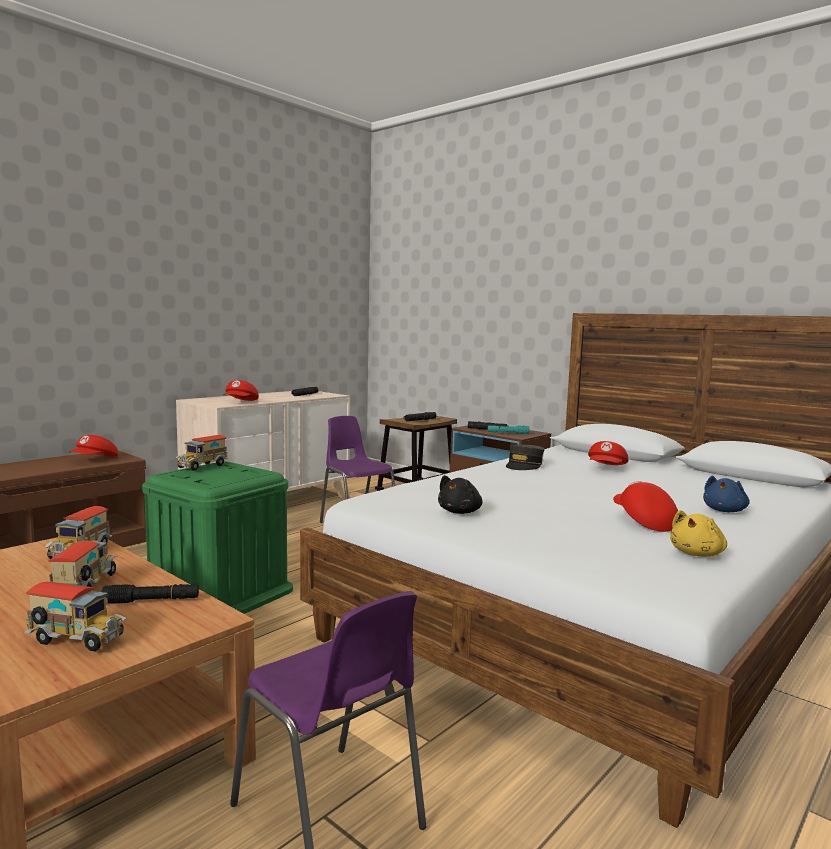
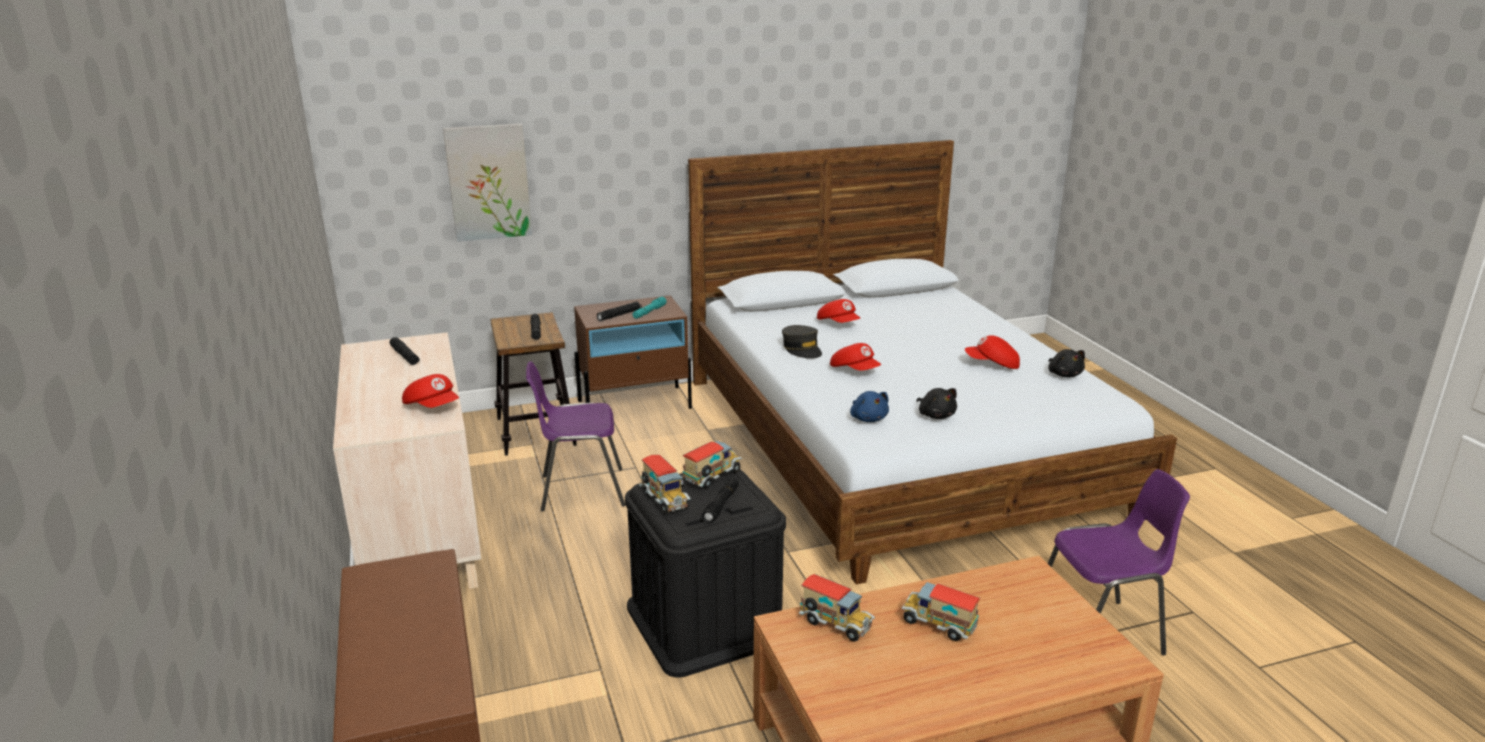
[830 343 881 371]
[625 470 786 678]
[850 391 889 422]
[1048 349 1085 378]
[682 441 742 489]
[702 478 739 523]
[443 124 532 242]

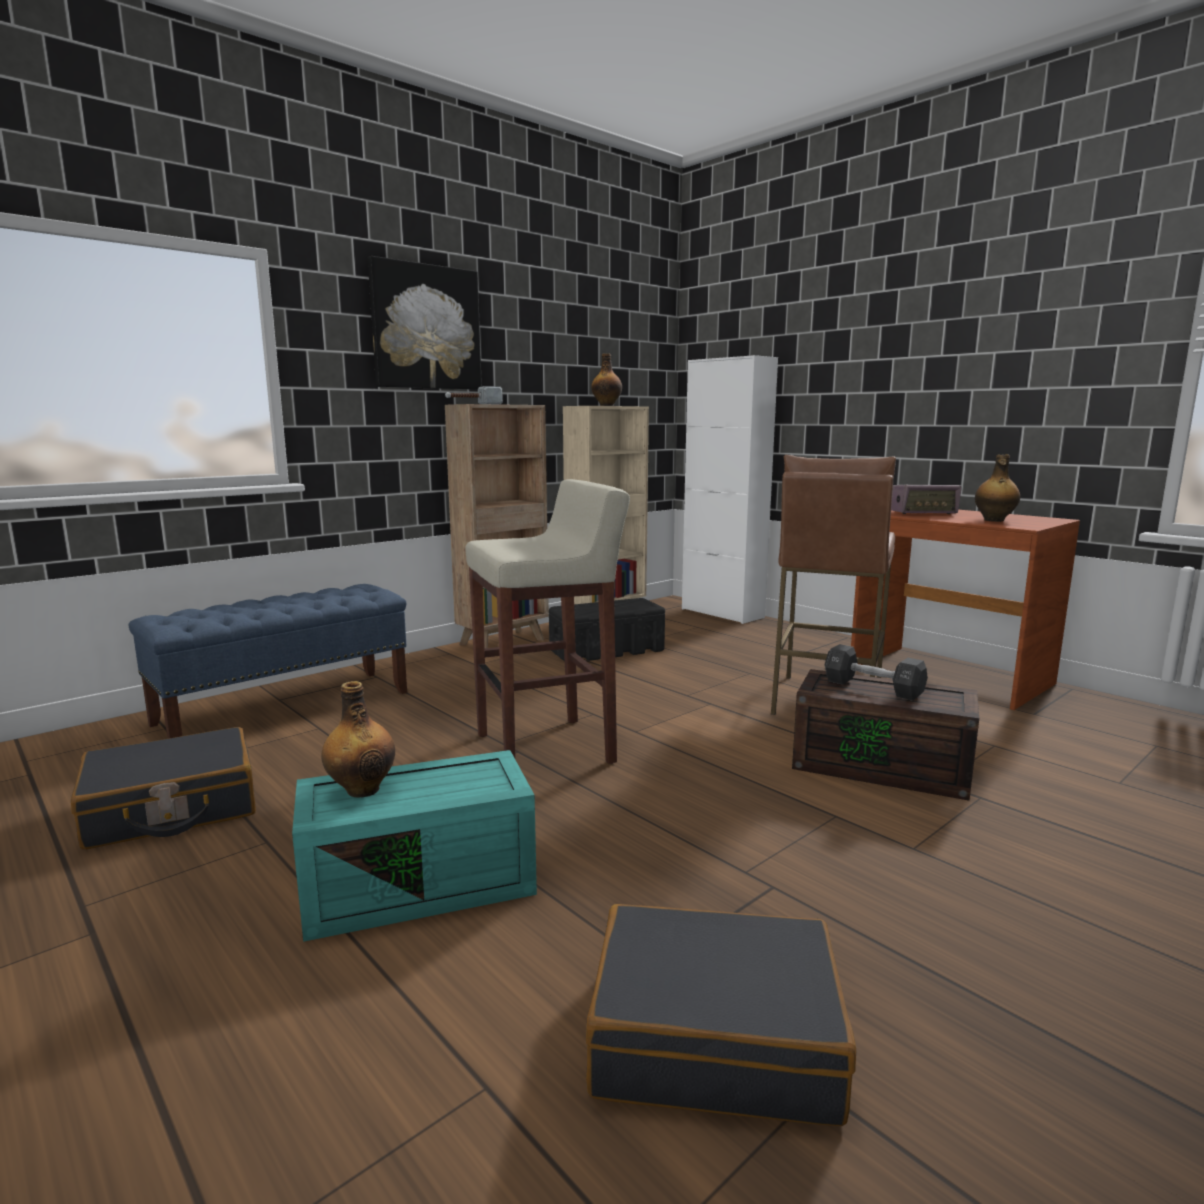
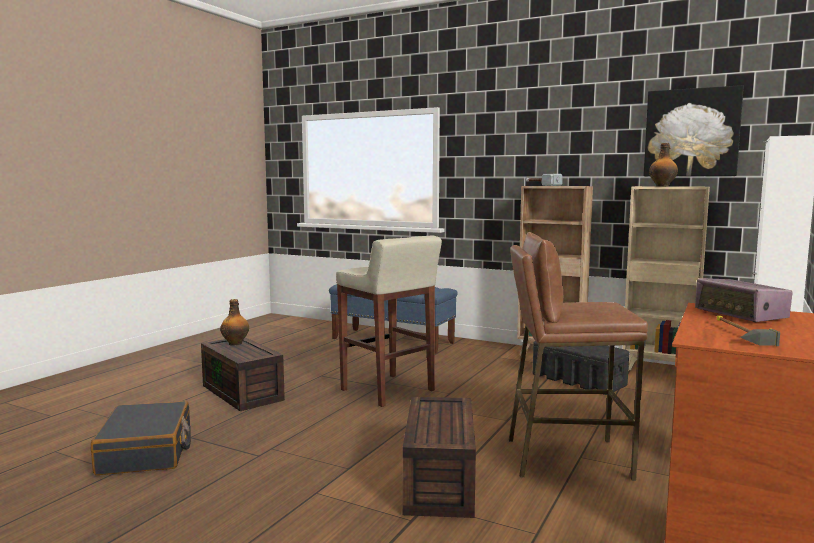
[644 85 744 176]
[716 316 780 346]
[824 644 928 701] (first image)
[71 727 256 850] (first image)
[201 337 285 411]

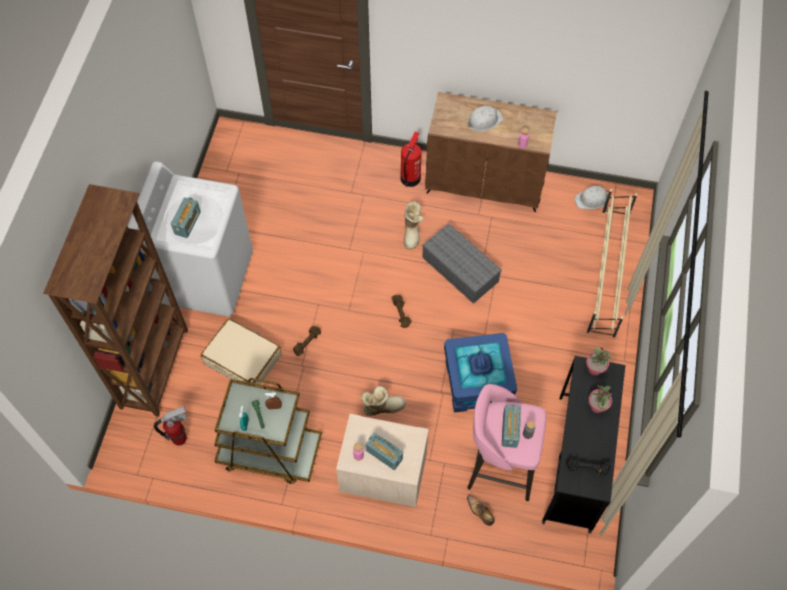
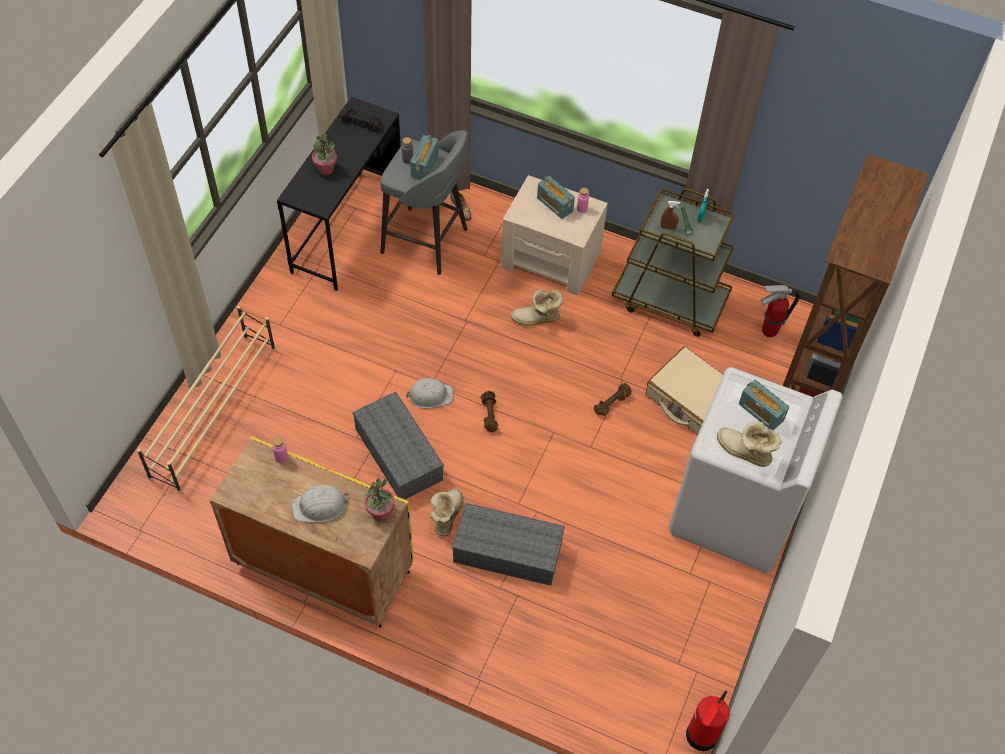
[210 436 413 628]
[686 690 730 751]
[406 378 454 409]
[739 380 789 431]
[444 333 517 412] (first image)
[364 478 395 521]
[380 130 468 275]
[717 421 781 467]
[452 503 565 586]

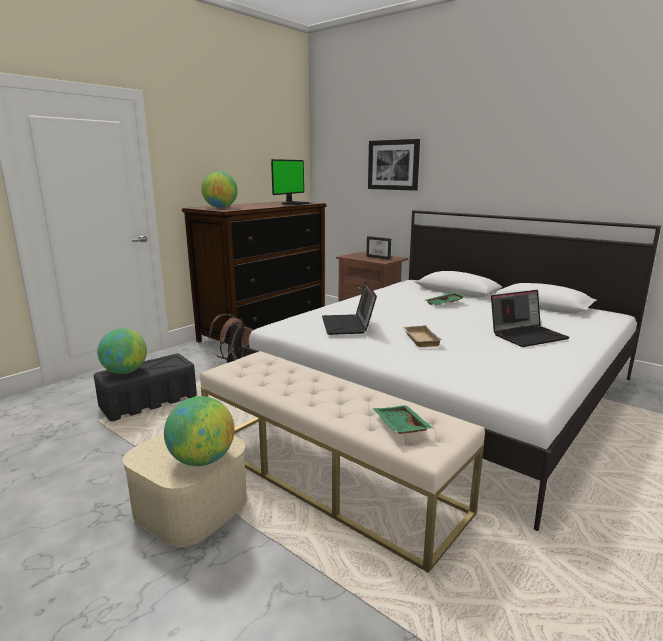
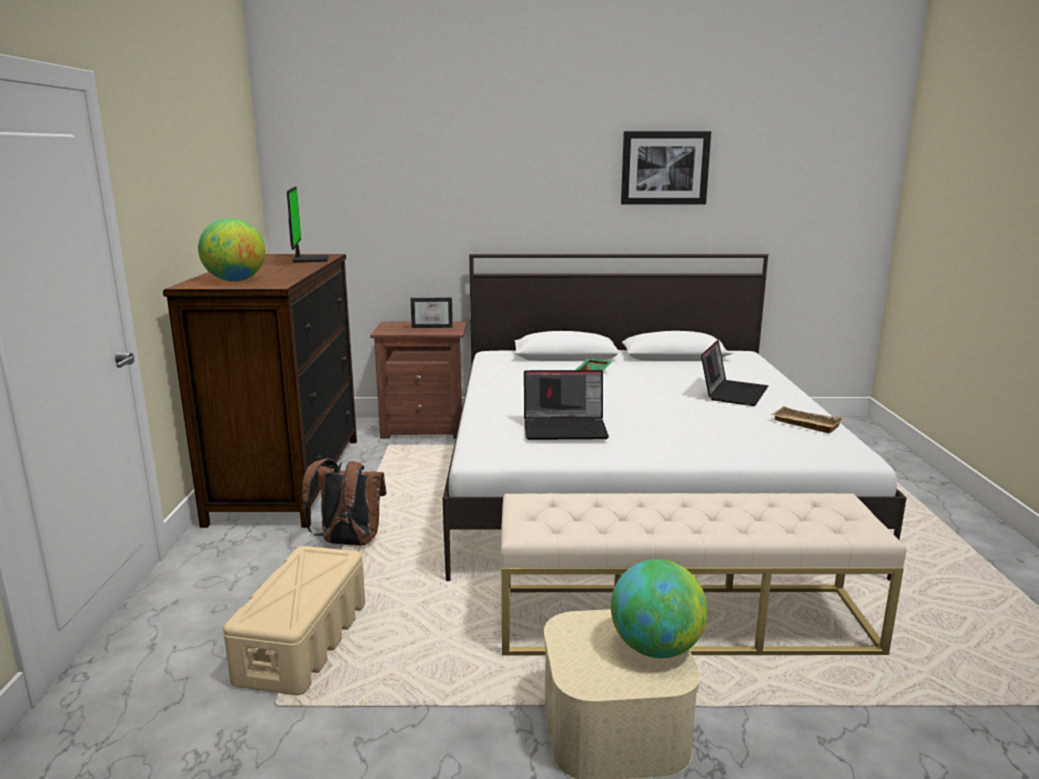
[621 131 711 204]
[524 370 609 440]
[771 406 843 433]
[97 328 147 374] (first image)
[223 546 365 695]
[373 405 433 434] (first image)

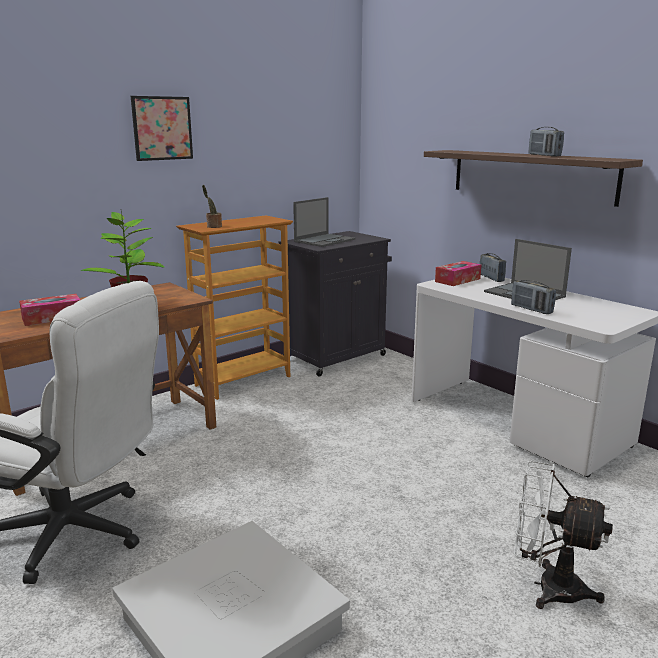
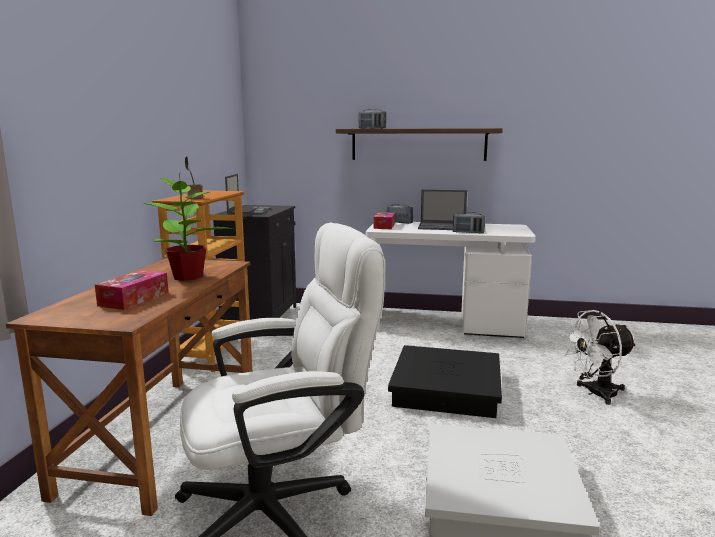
[131 96 193 161] (first image)
[358 109 386 129]
[388 345 502 418]

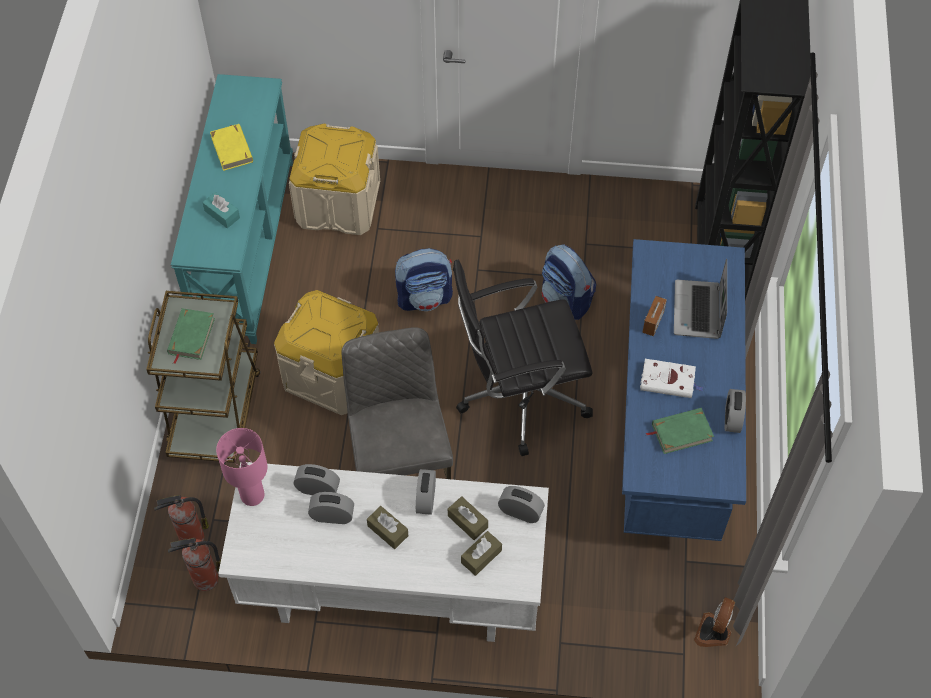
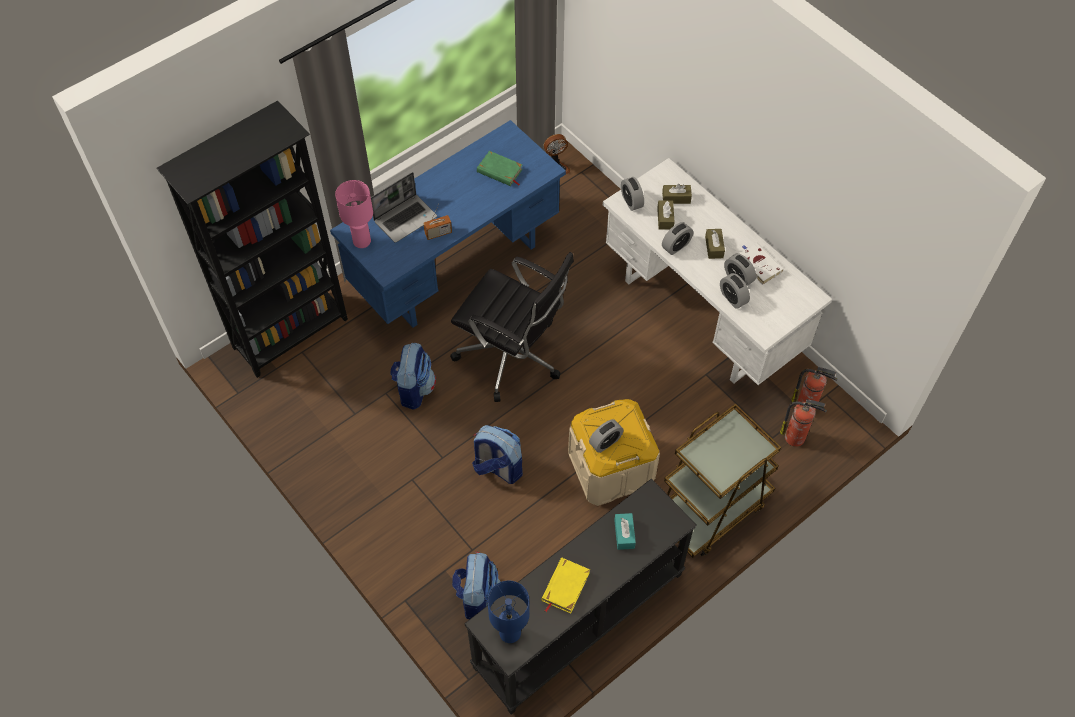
[464 478 696 715]
[452 552 501 620]
[167 308 215 364] (first image)
[341 327 453 479] (first image)
[739 243 784 285]
[589 419 624 453]
[335 180 373 248]
[487 580 530 643]

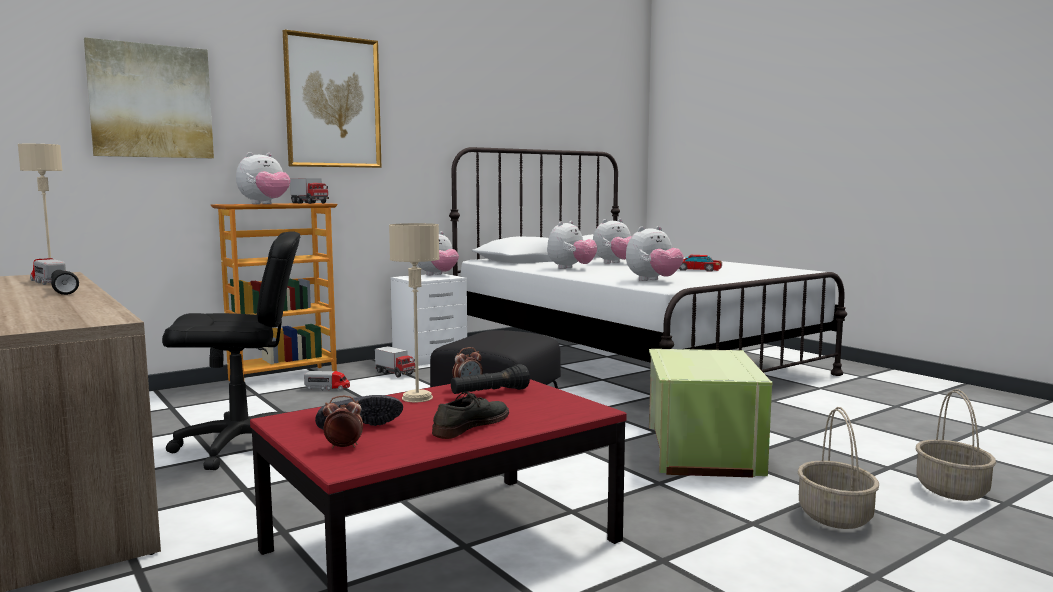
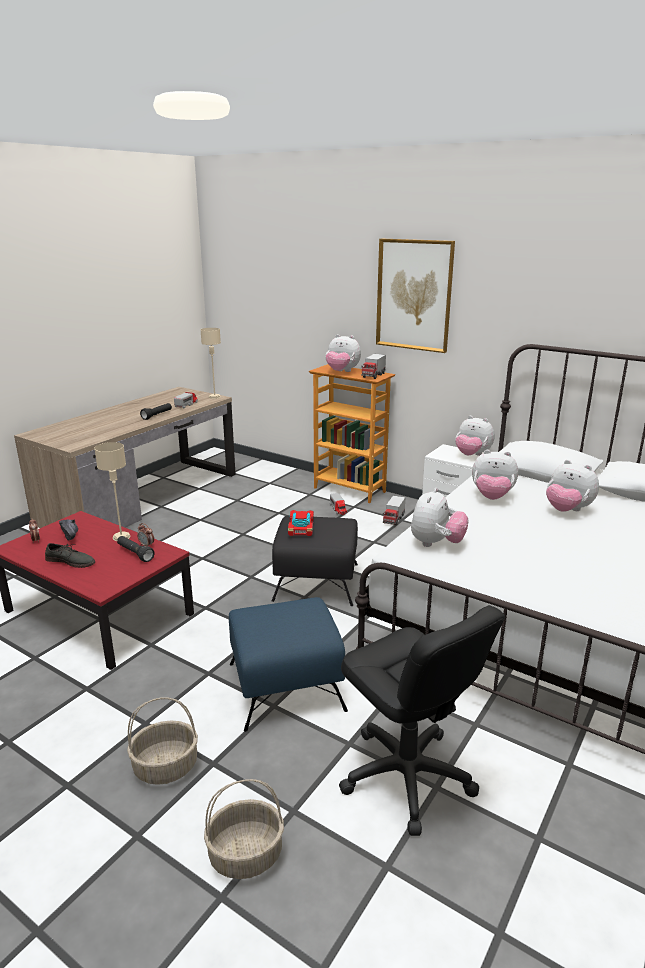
[84 37 214 158] (first image)
[411 488 469 547]
[339 605 505 836]
[288 510 314 536]
[229 597 348 732]

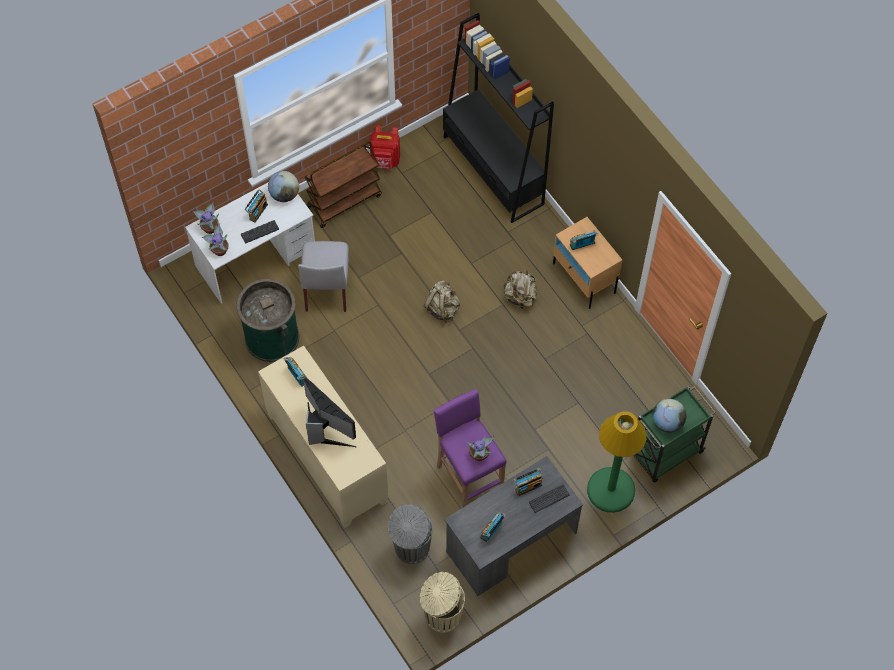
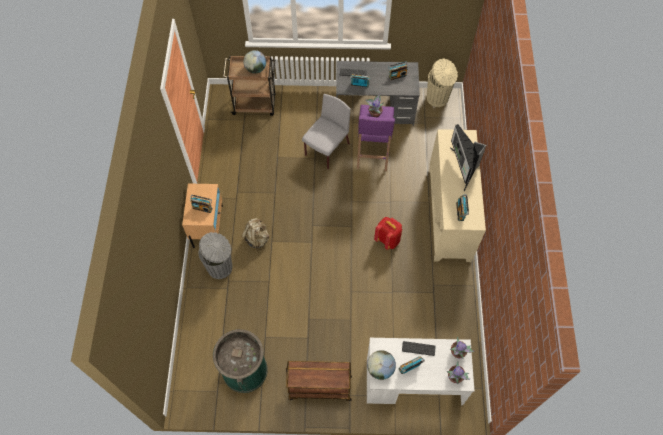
[443 13 554 223] (first image)
[374 217 402 250]
[302 94 351 169]
[213 329 268 393]
[424 280 460 323] (first image)
[223 55 276 116]
[587 411 646 513] (first image)
[199 232 232 279]

